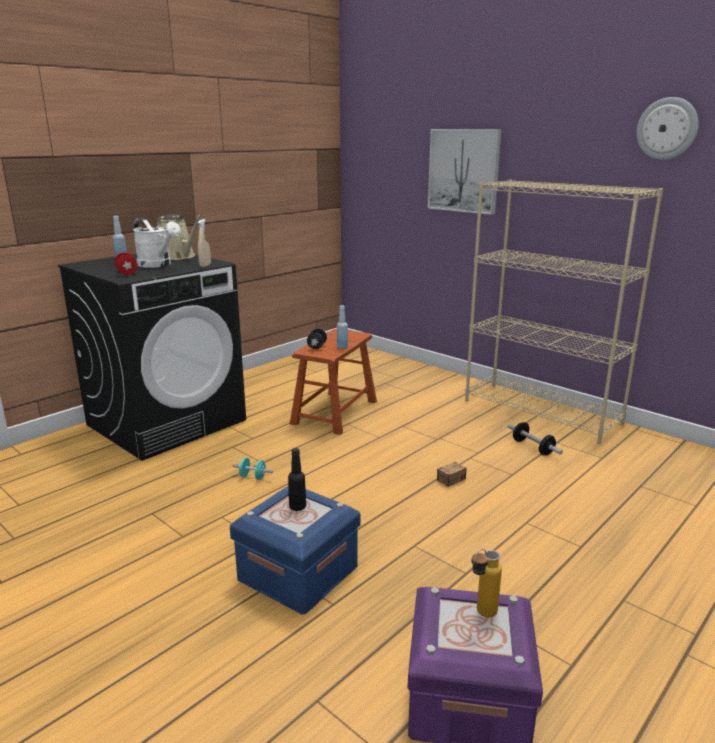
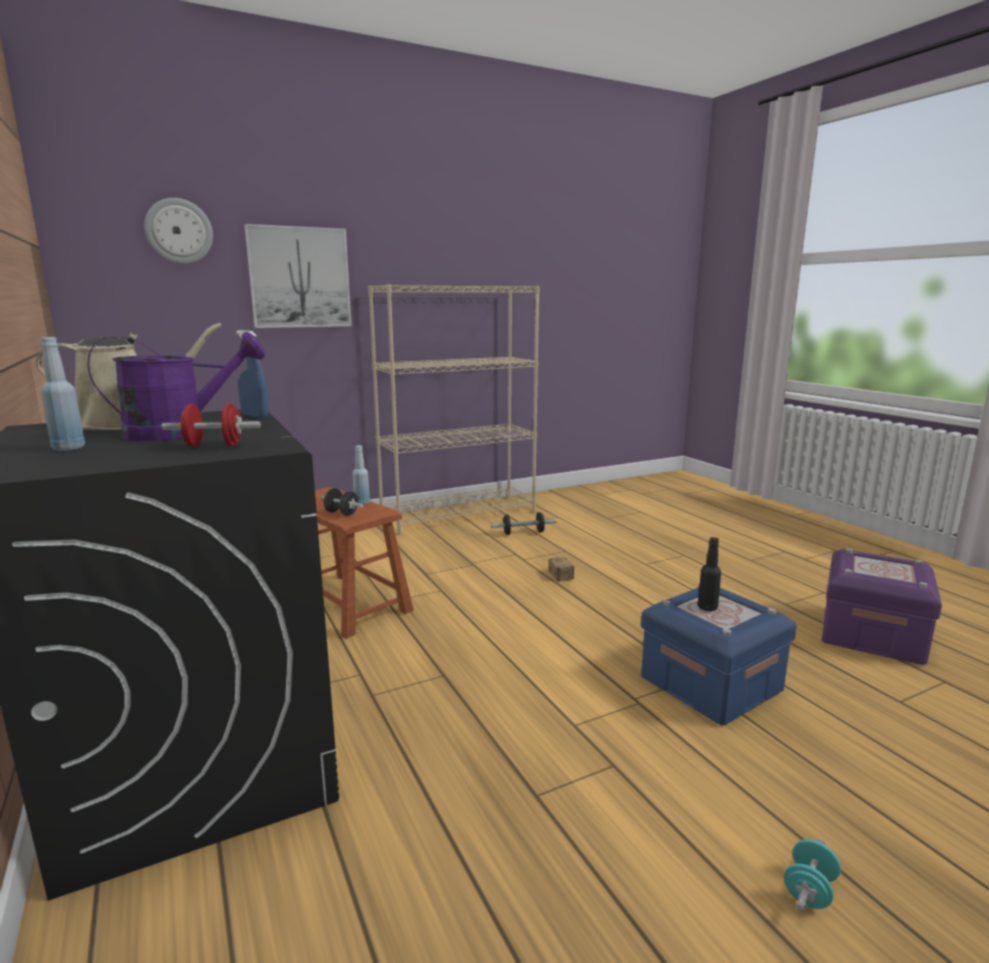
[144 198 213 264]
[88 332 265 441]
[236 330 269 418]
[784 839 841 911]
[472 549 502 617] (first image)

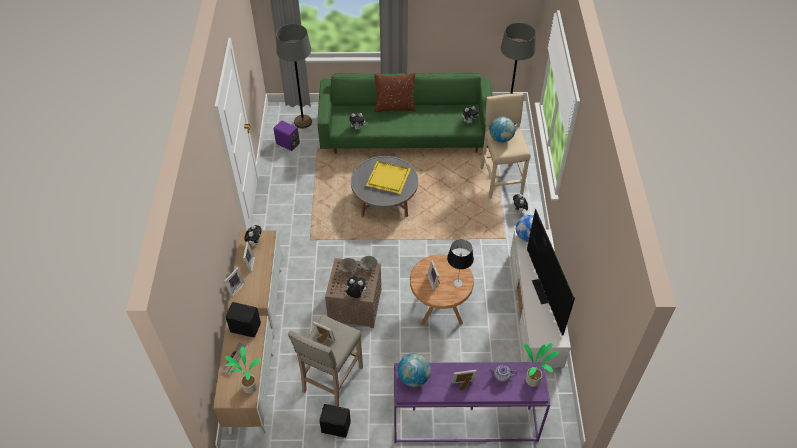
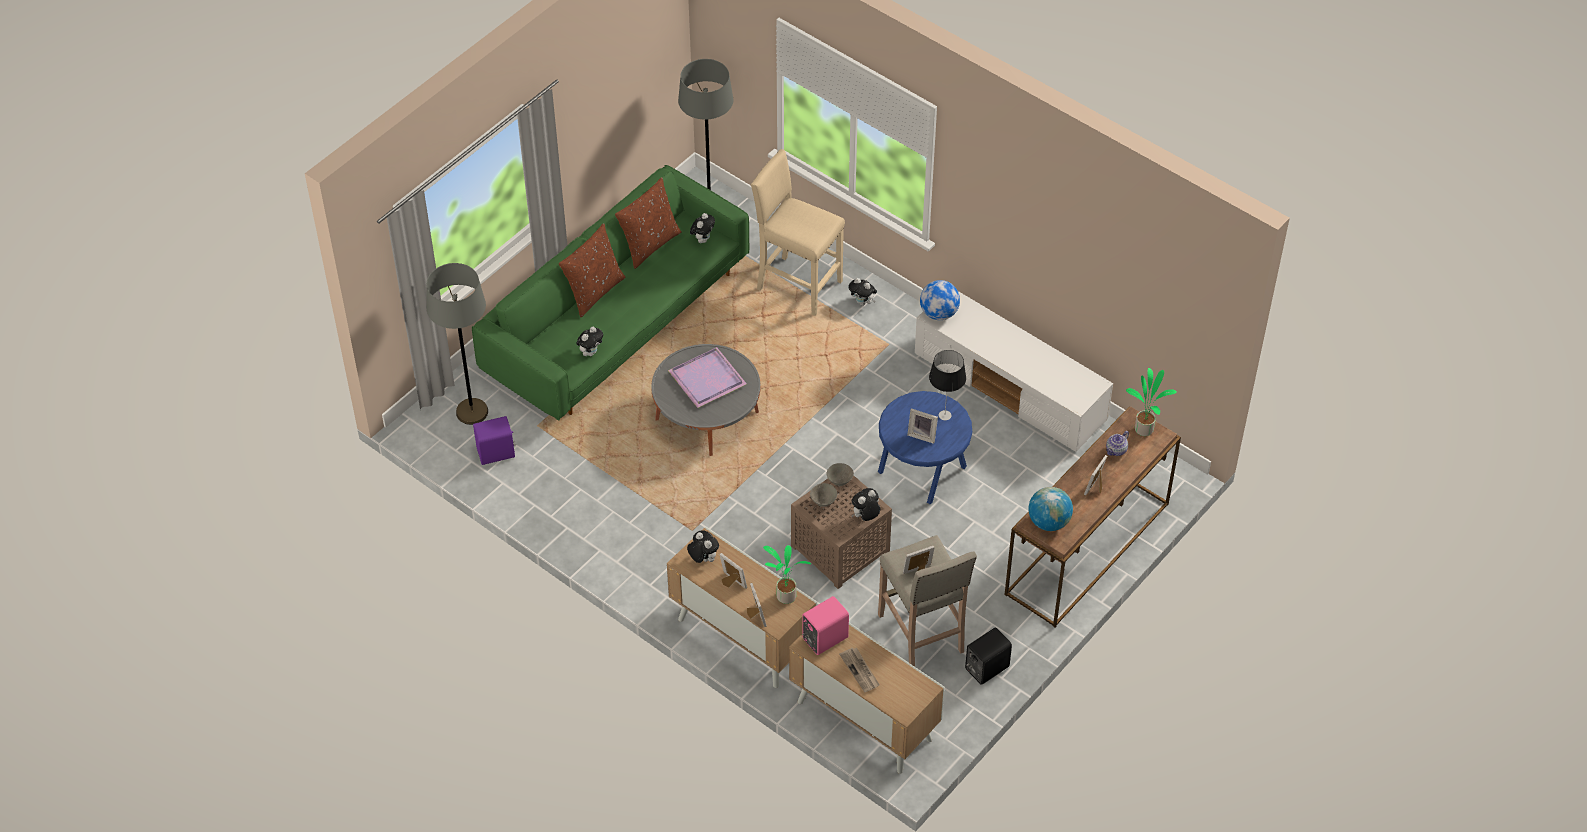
[489 117 515 143] (first image)
[668 347 746 408]
[527 209 575 335] (first image)
[878 391 972 504]
[802 596 849 655]
[763 545 811 604]
[1005 406 1181 627]
[615 177 682 269]

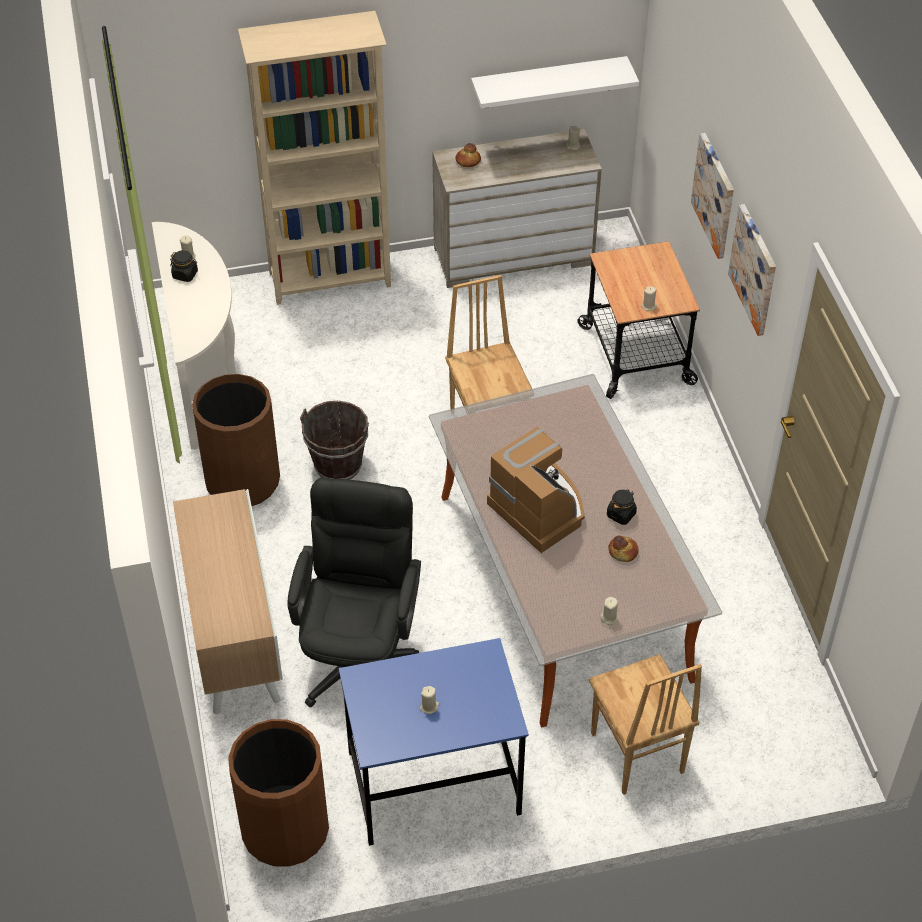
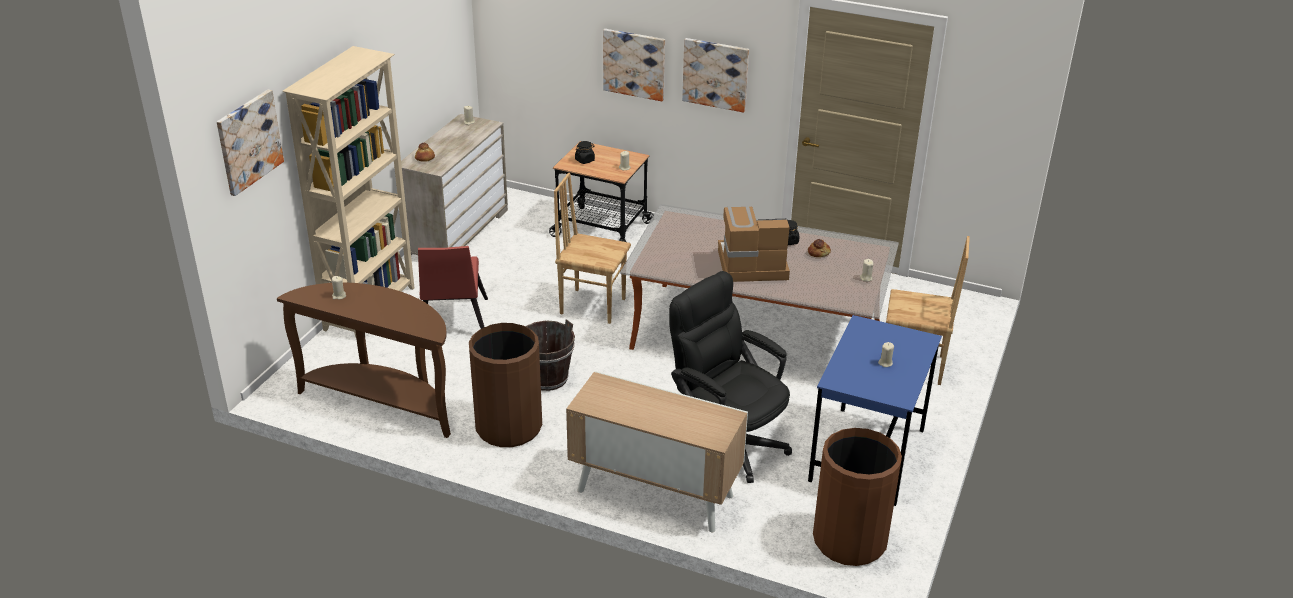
[471 56 639 109] (first image)
[277 283 451 438]
[575 141 595 164]
[217 90 284 196]
[418 246 488 329]

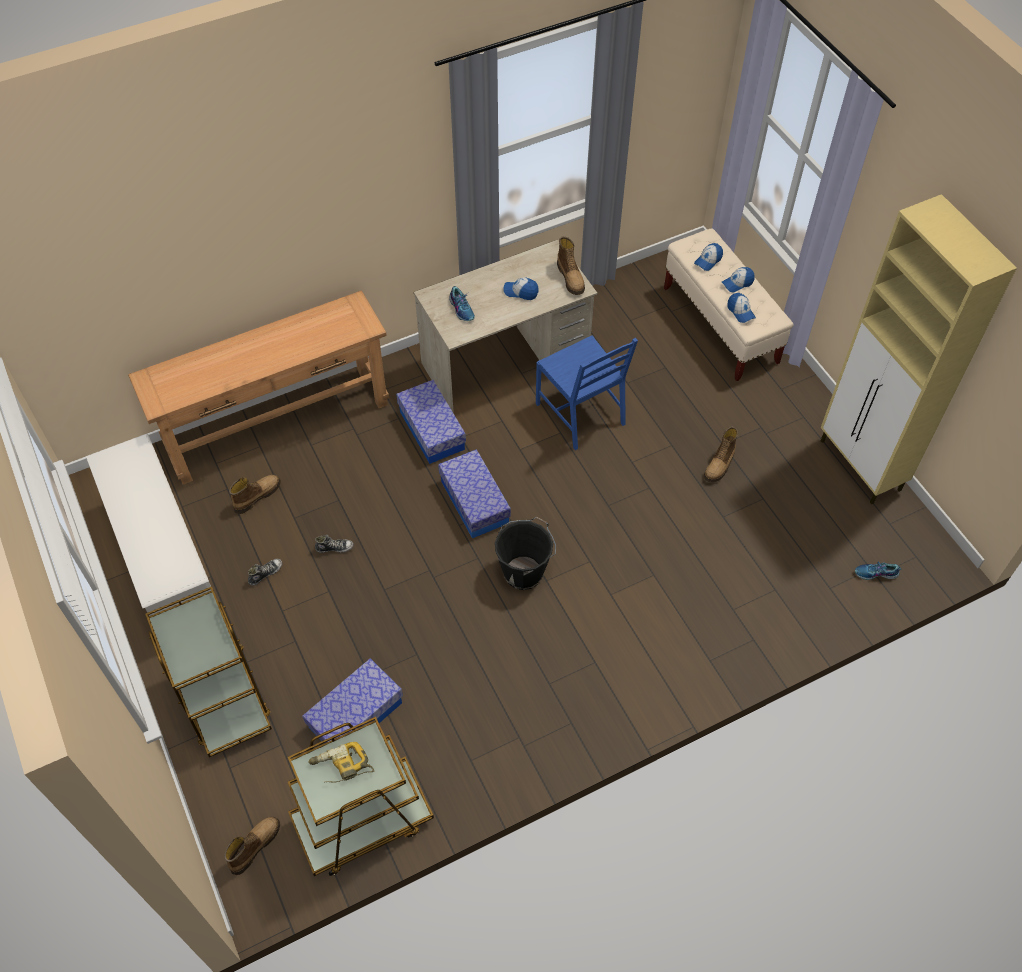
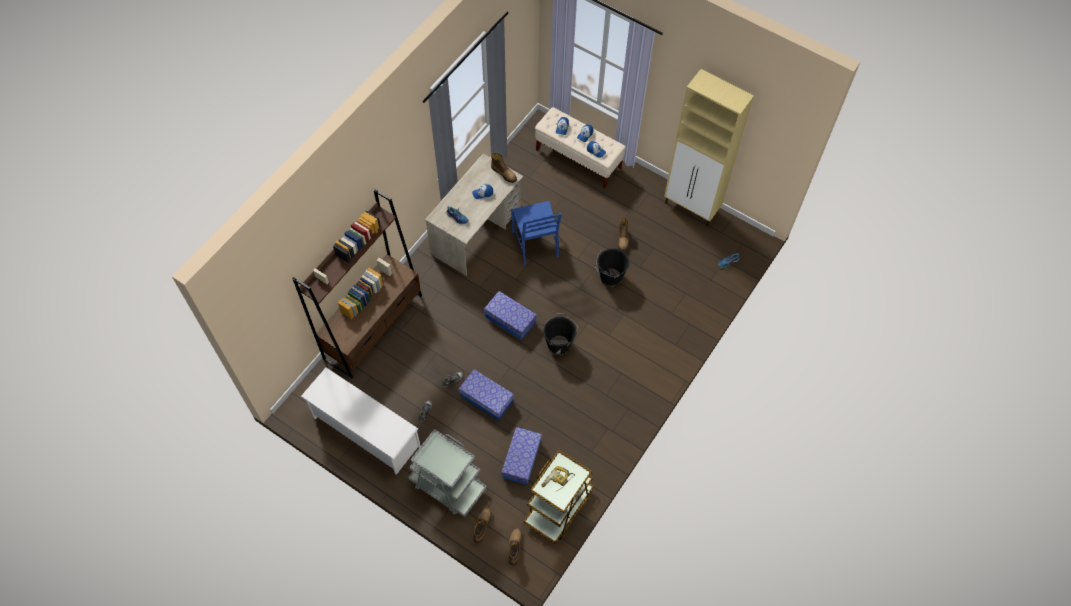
[292 189 422 378]
[511 201 562 265]
[459 369 514 420]
[473 508 492 543]
[408 429 487 517]
[595 248 629 287]

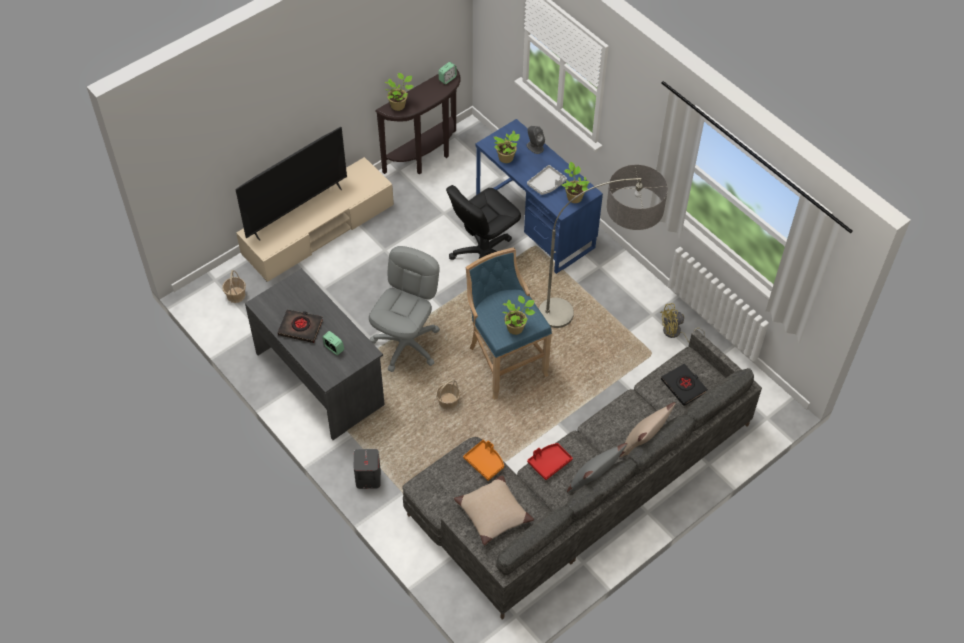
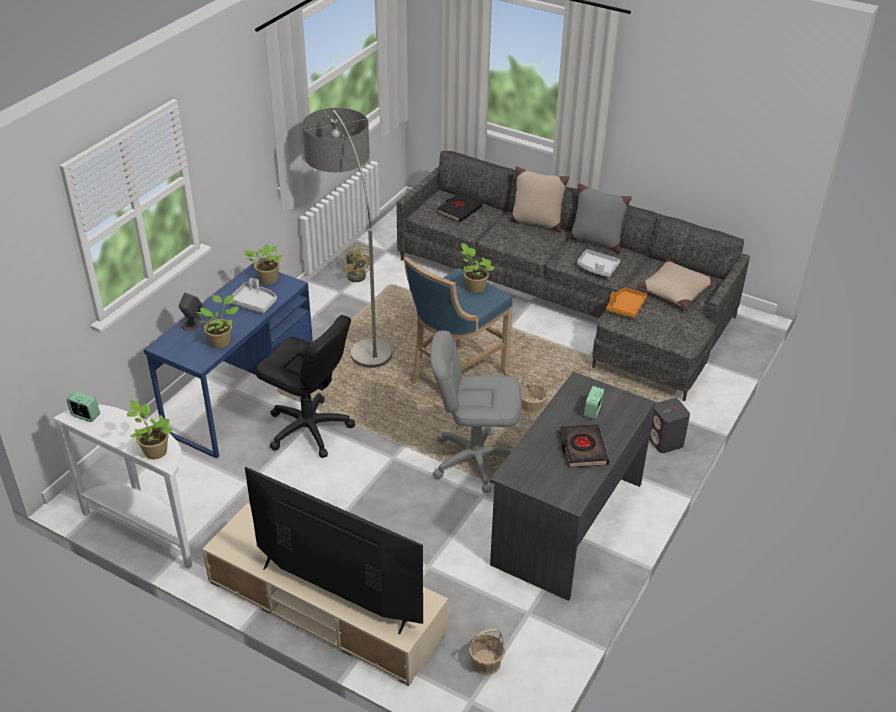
[52 404 192 569]
[577 249 620 277]

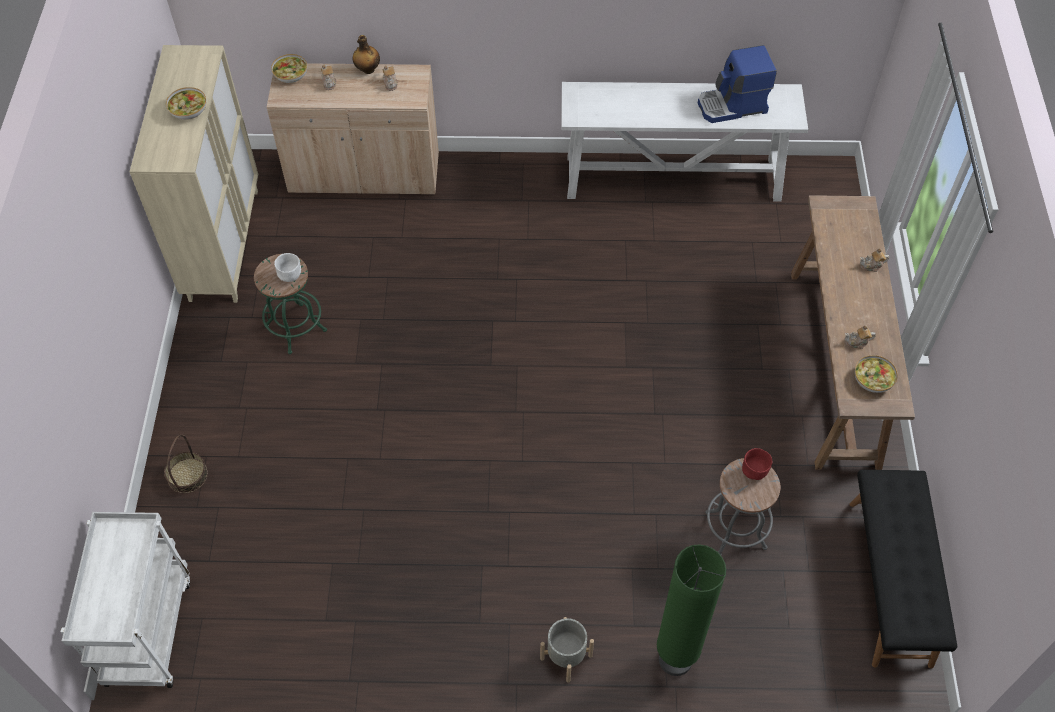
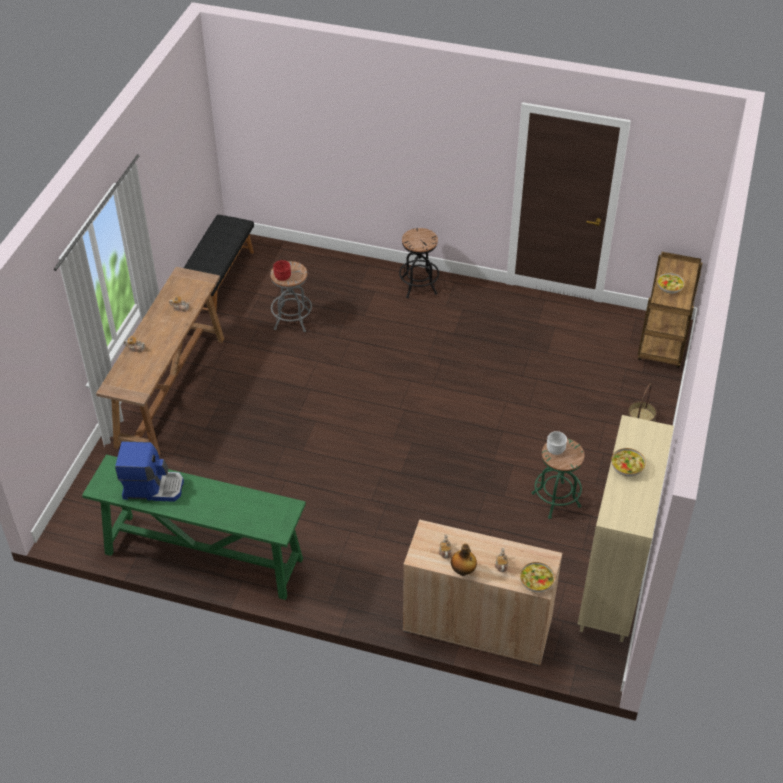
[82 455 306 600]
[657 272 685 294]
[638 252 702 368]
[657 544 726 676] (first image)
[399 228 439 298]

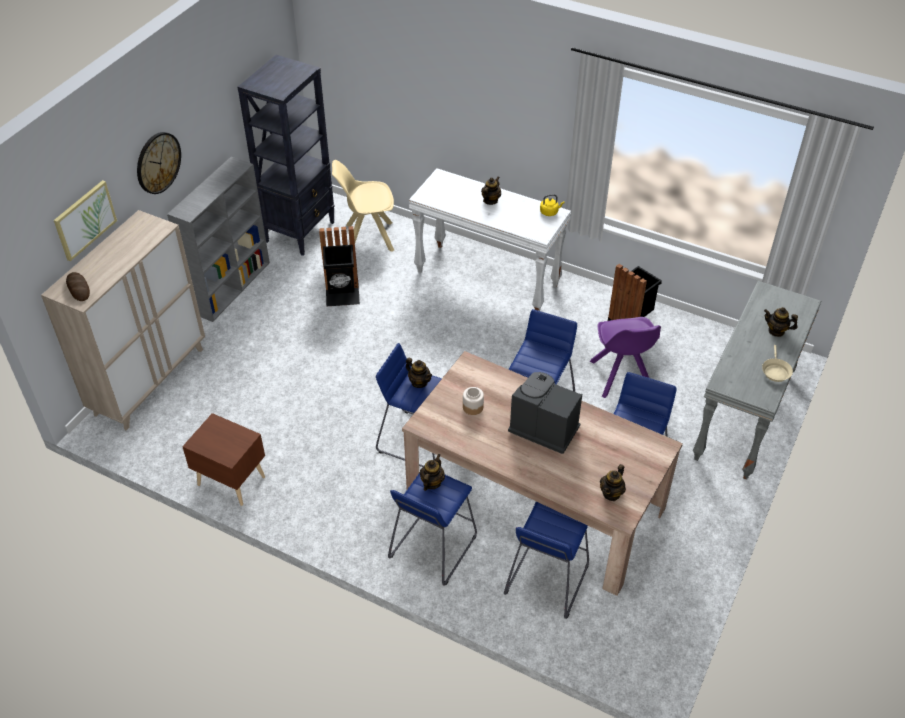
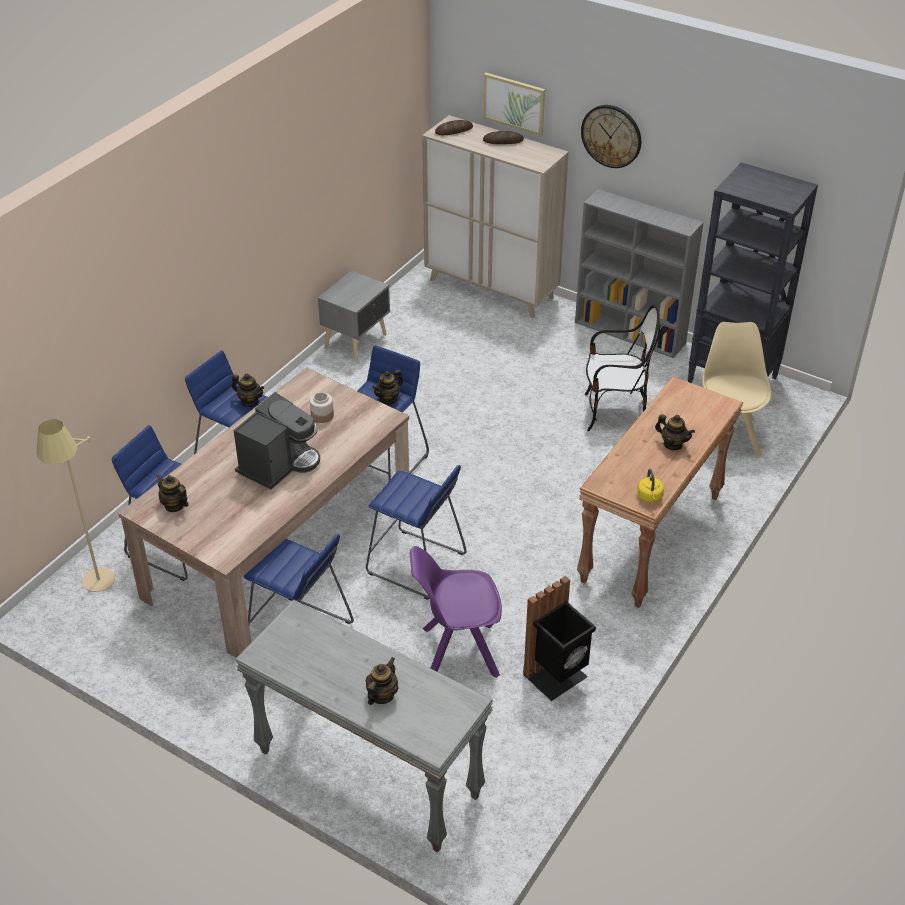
[577 377 743 608]
[585 305 660 431]
[762 345 793 382] (first image)
[318 271 390 361]
[483 131 524 144]
[37 419 115 592]

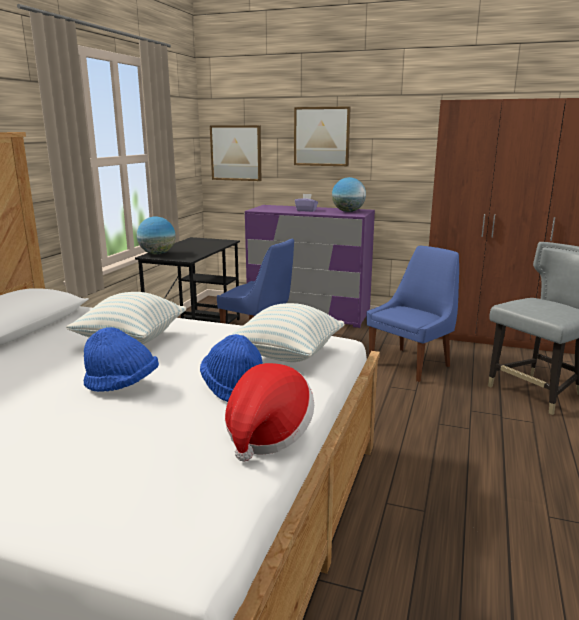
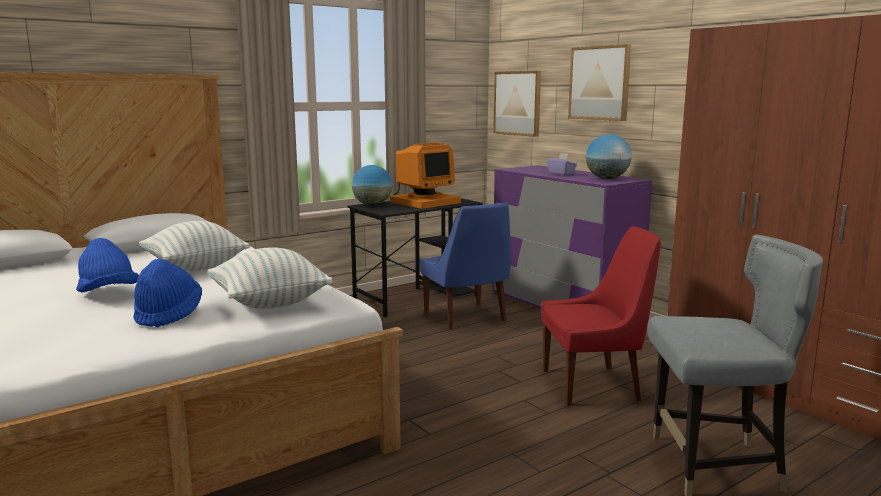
[541 226 661 406]
[225 363 314 462] (first image)
[390 143 461 209]

